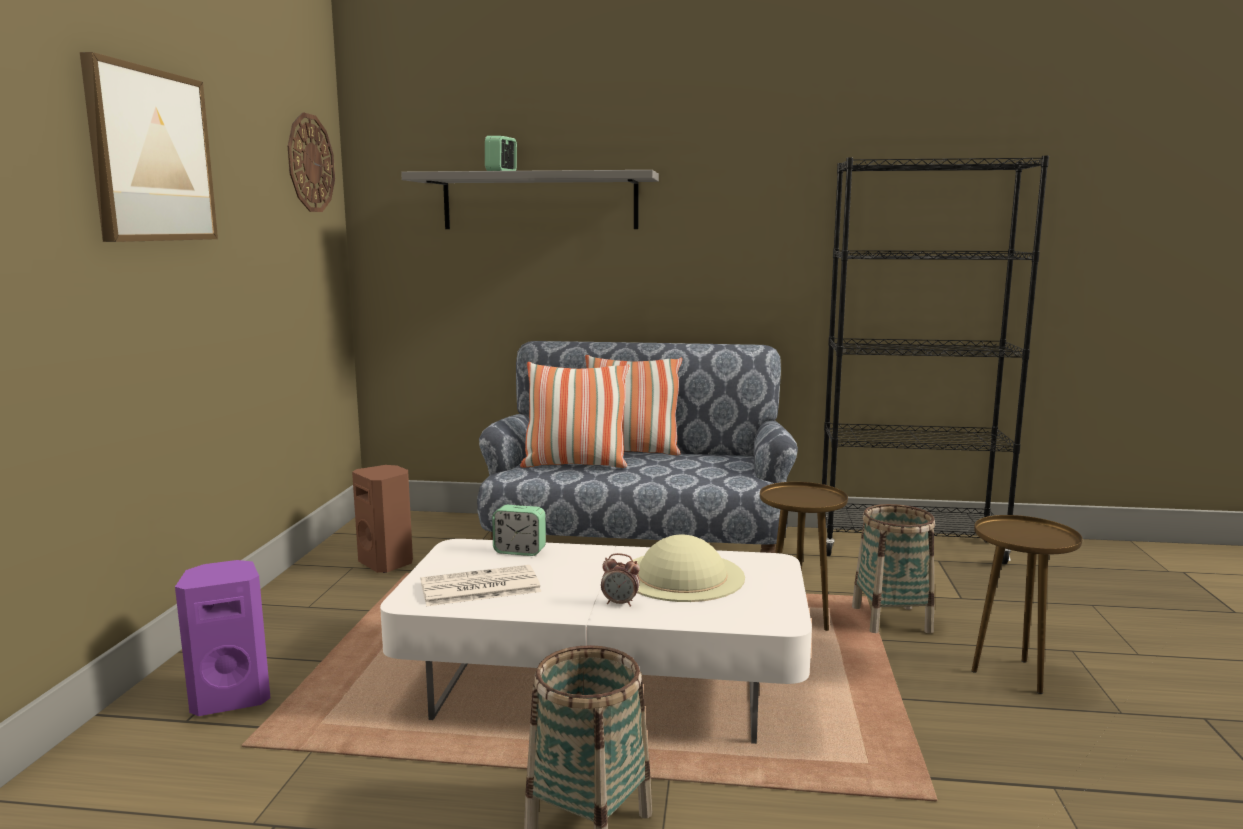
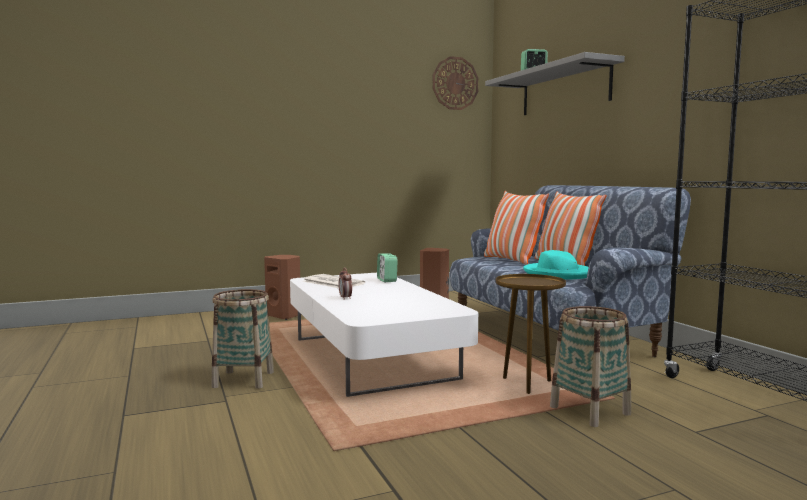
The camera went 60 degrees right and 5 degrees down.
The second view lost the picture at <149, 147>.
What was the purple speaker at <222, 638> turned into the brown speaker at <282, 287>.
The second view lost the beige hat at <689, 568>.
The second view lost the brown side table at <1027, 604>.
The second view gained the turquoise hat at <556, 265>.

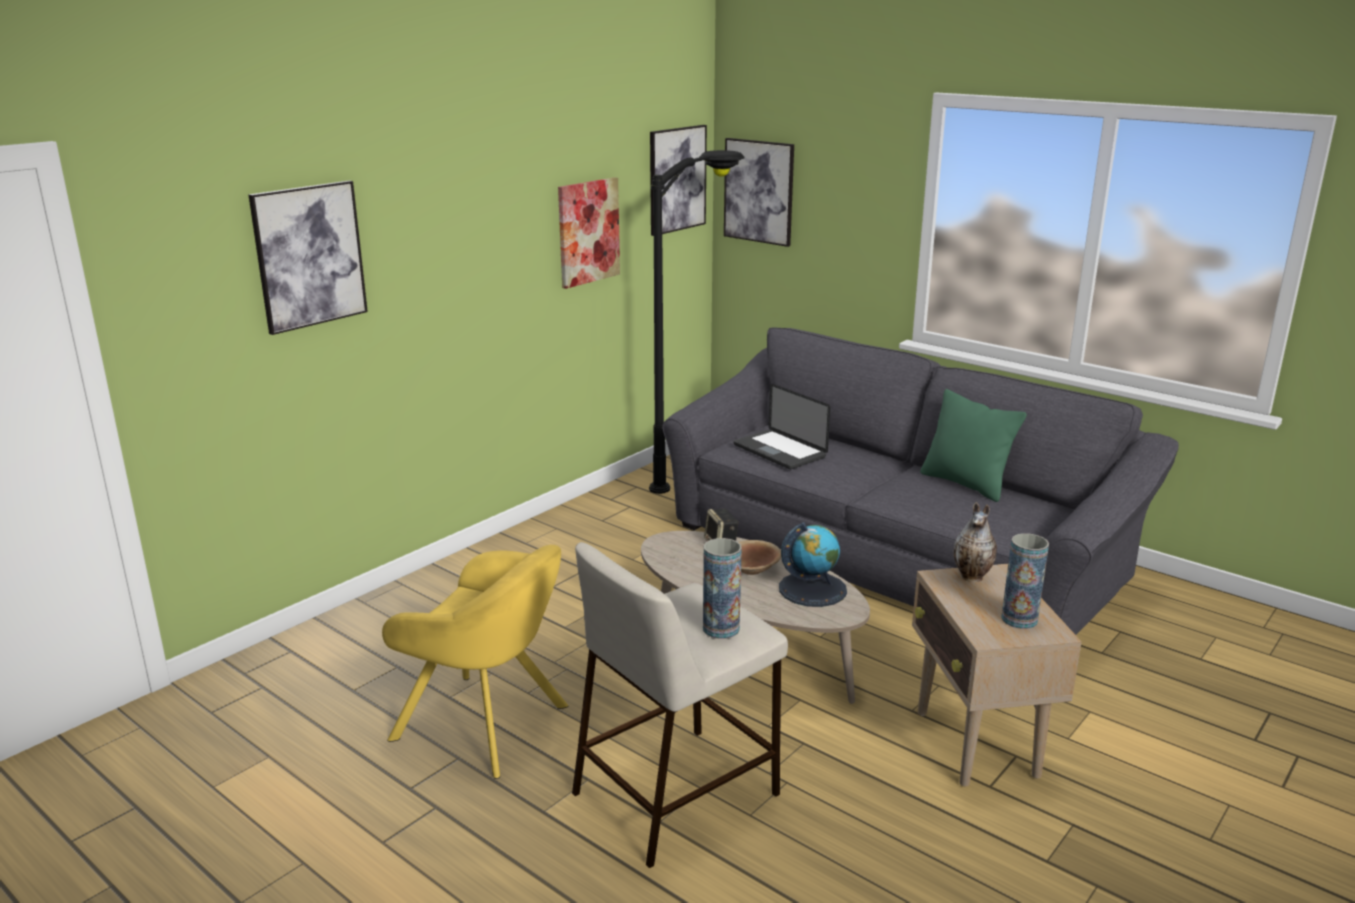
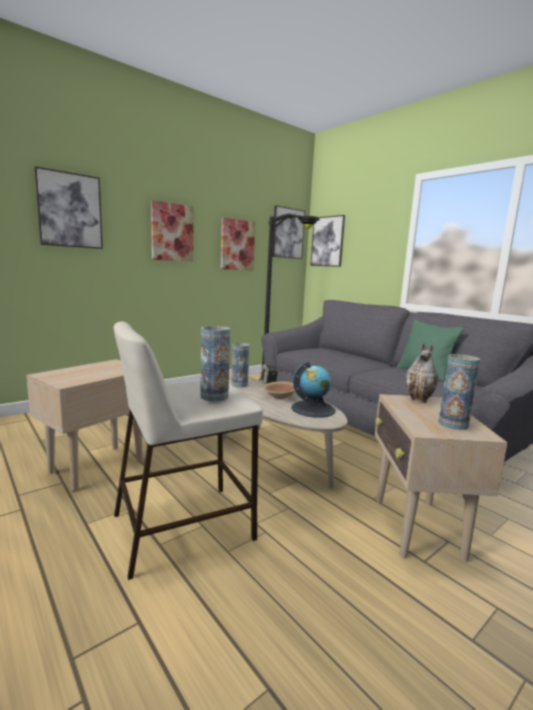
The camera went 10 degrees right and 10 degrees down.
Where the yellow armchair stood at <475, 662>, the beige side table came to stand at <84, 425>.
The second view lost the laptop at <782, 426>.
The second view gained the picture at <172, 231>.
The second view gained the vase at <240, 365>.

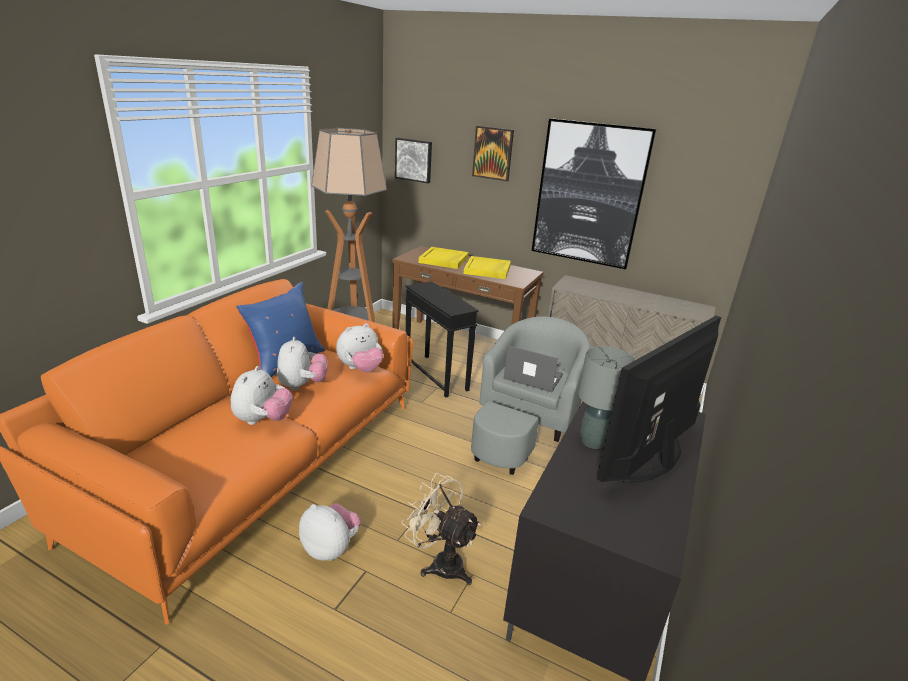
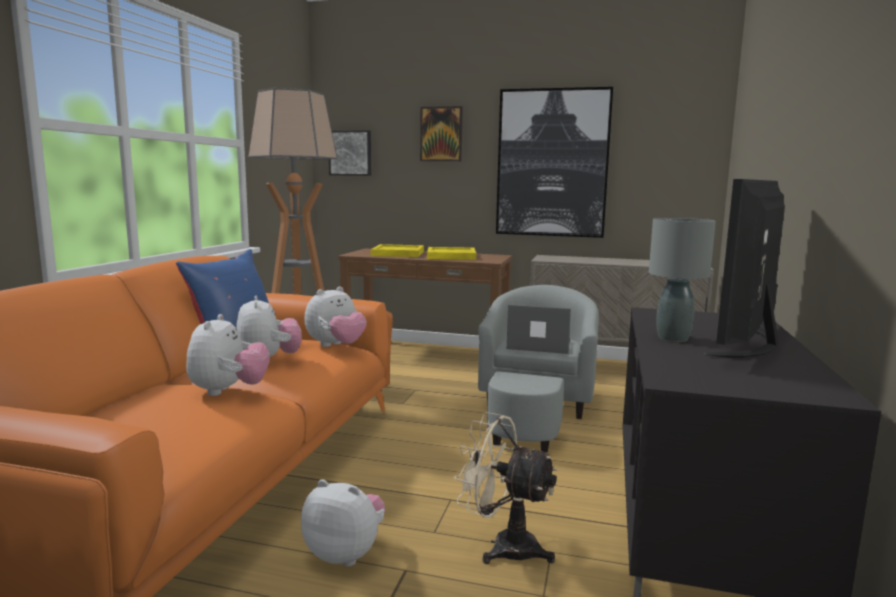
The camera went 10 degrees left and 15 degrees down.
The second view lost the black side table at <442, 339>.

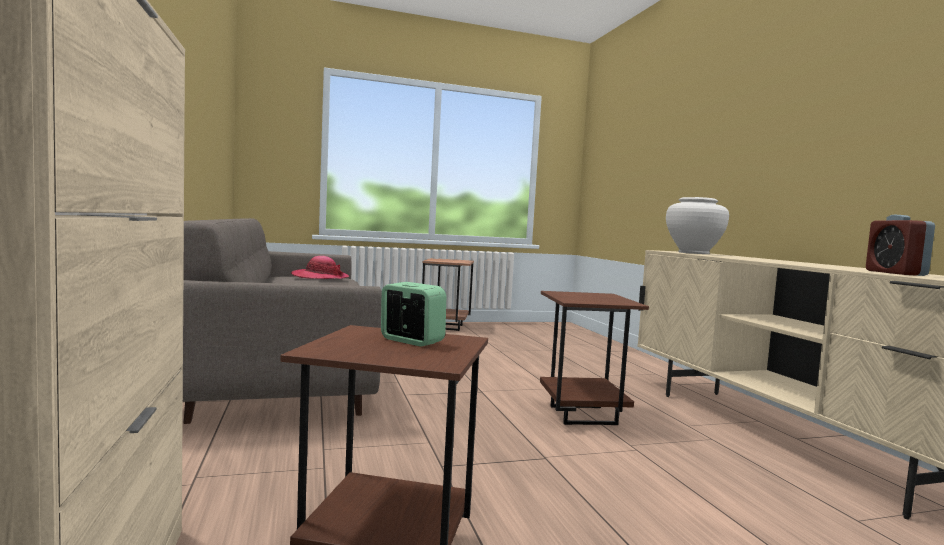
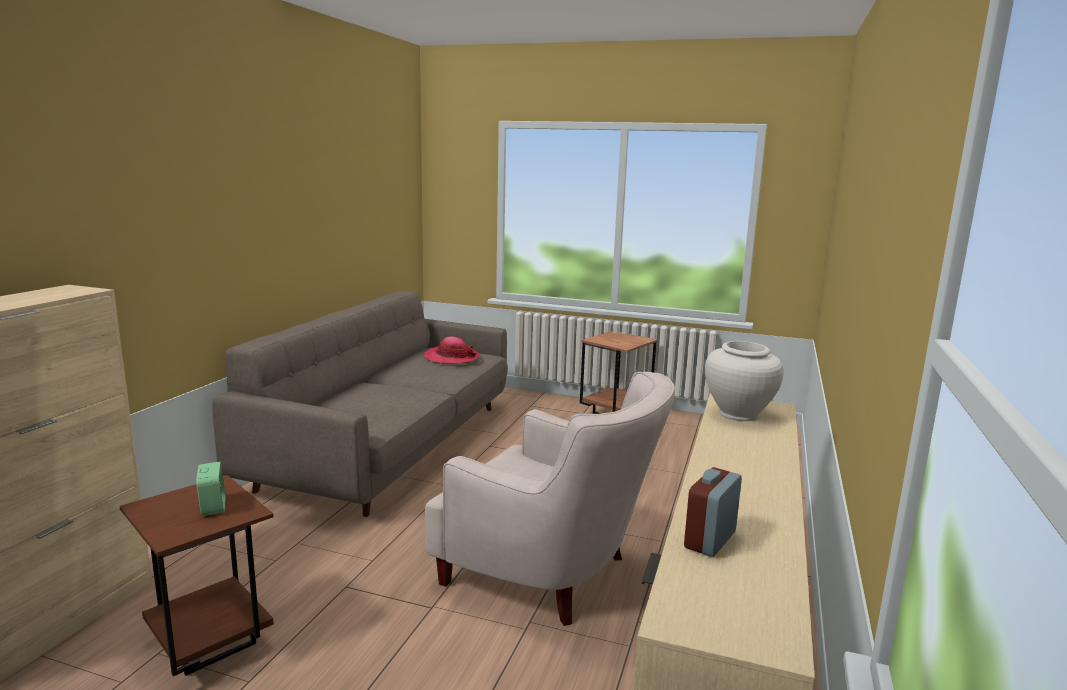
The camera went 35 degrees right and 10 degrees up.
Where the brown side table stood at <594, 358>, the white armchair came to stand at <550, 499>.

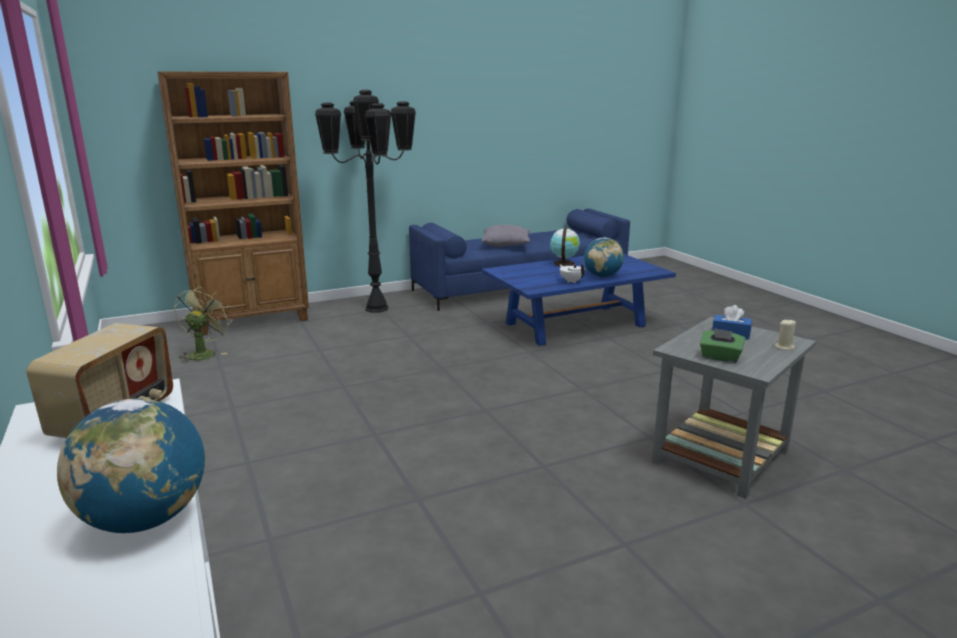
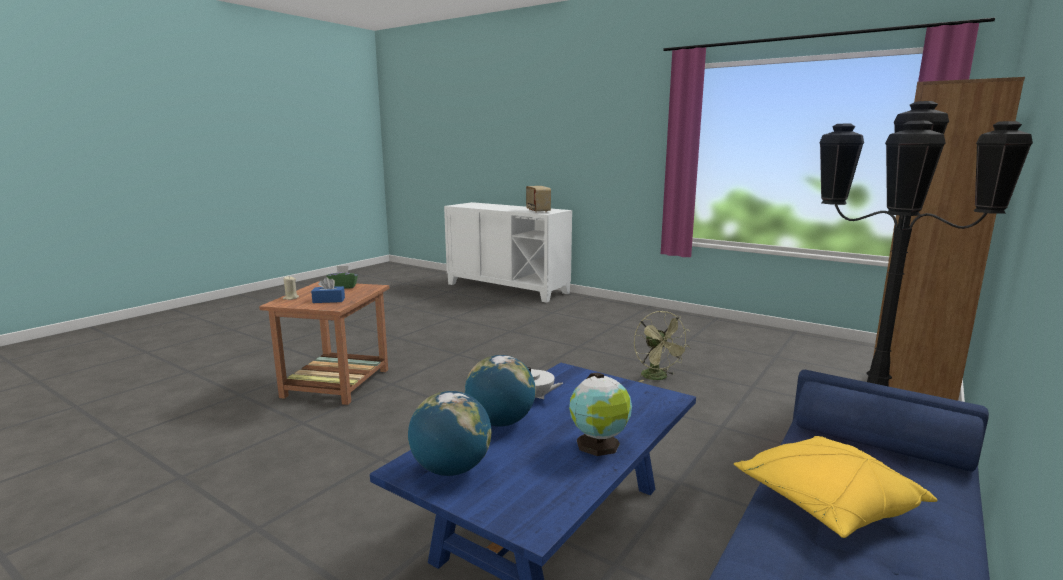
The camera went 150 degrees right and 5 degrees down.
The globe ended up elsewhere, having gone from <131, 465> to <449, 433>.
The green fan ended up elsewhere, having gone from <203, 324> to <662, 346>.
What was the grey pillow at <506, 236> turned into the yellow pillow at <836, 487>.
What was the grey side table at <734, 408> turned into the brown side table at <324, 343>.

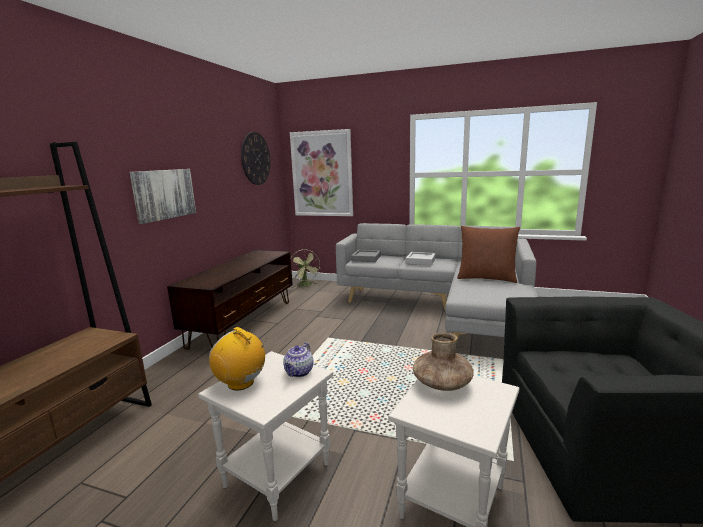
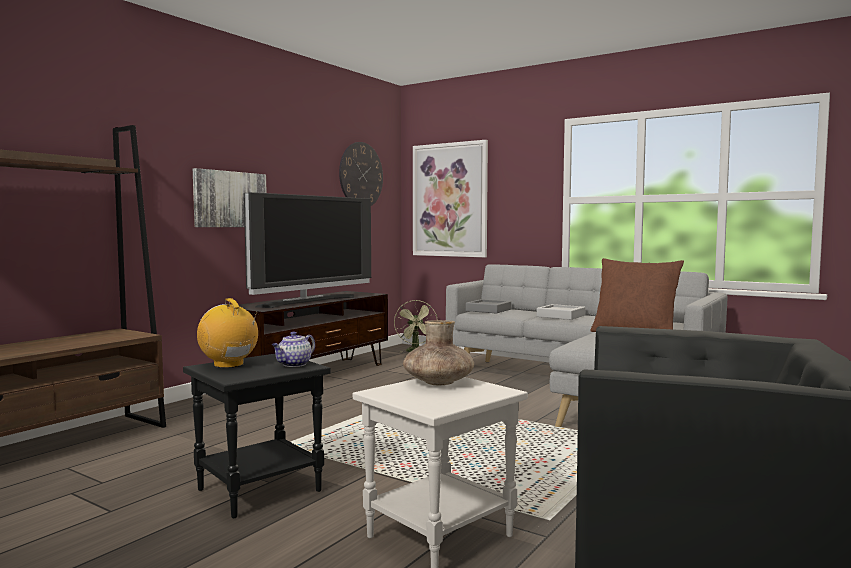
The camera went 15 degrees right and 10 degrees down.
What was the white side table at <265, 436> turned into the black side table at <257, 436>.
The second view gained the television at <307, 250>.

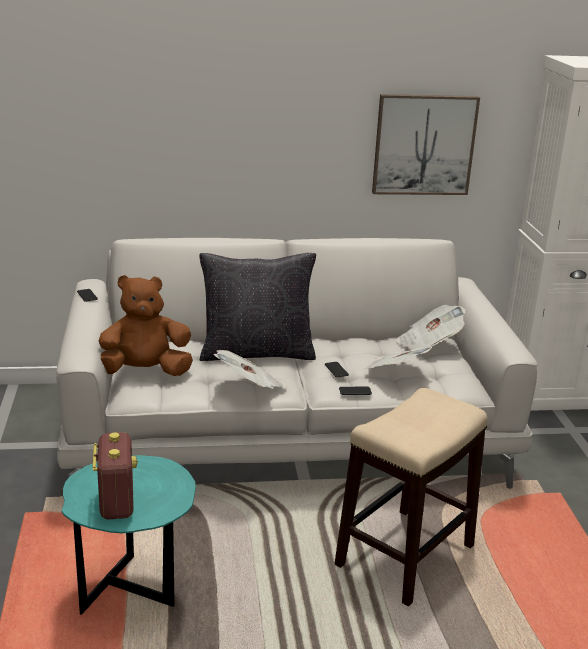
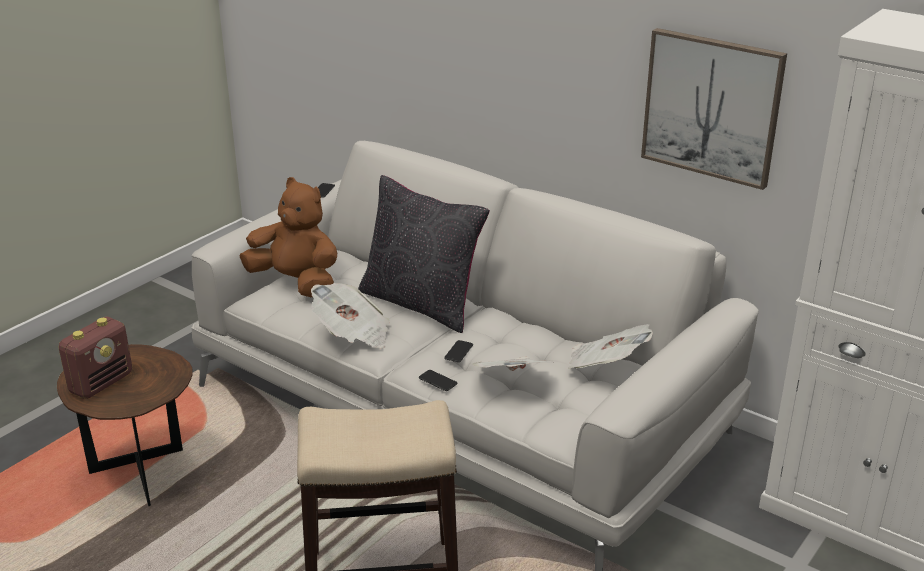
The camera went 45 degrees right and 5 degrees up.
What was the turquoise side table at <129, 535> turned into the brown side table at <125, 425>.

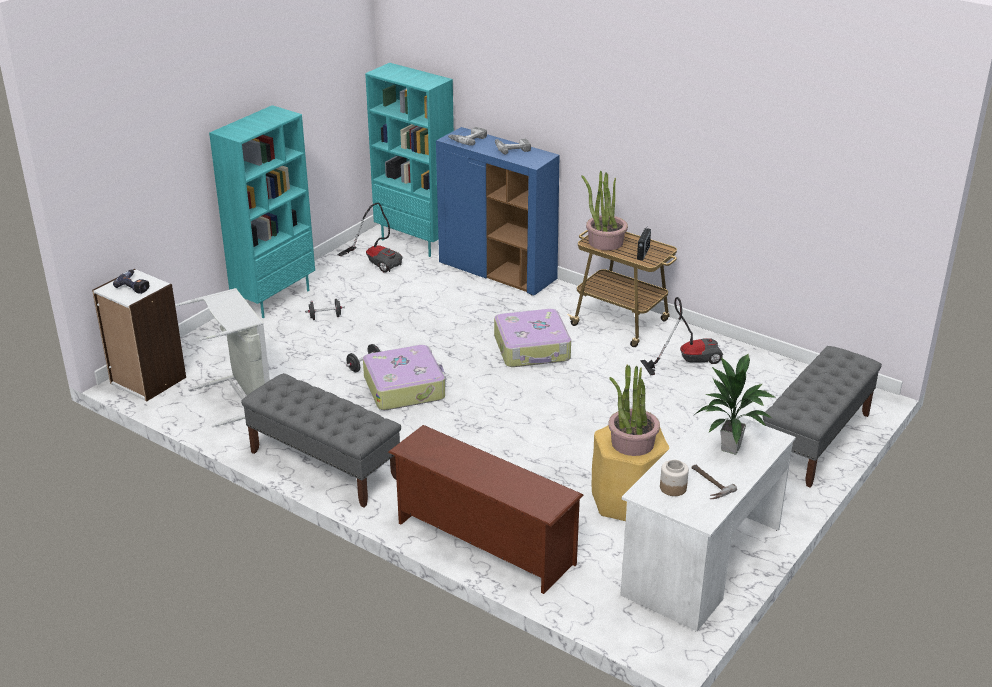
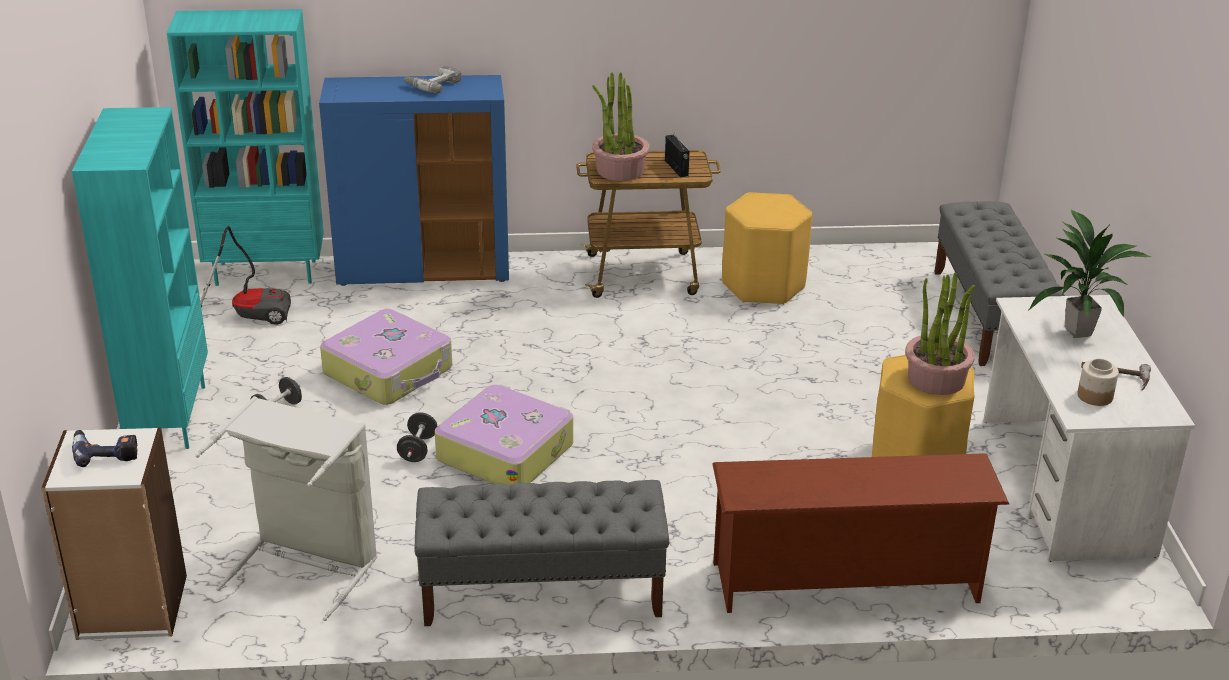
The camera went 40 degrees left and 0 degrees up.
The second view lost the power drill at <467, 136>.
The suitcase ended up elsewhere, having gone from <532, 338> to <386, 357>.
Where the vacuum cleaner stood at <682, 336>, the yellow stool came to stand at <767, 248>.

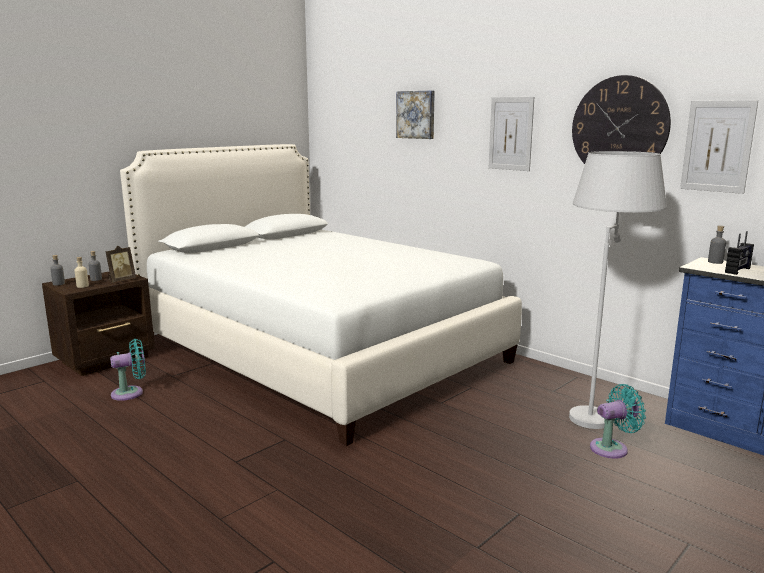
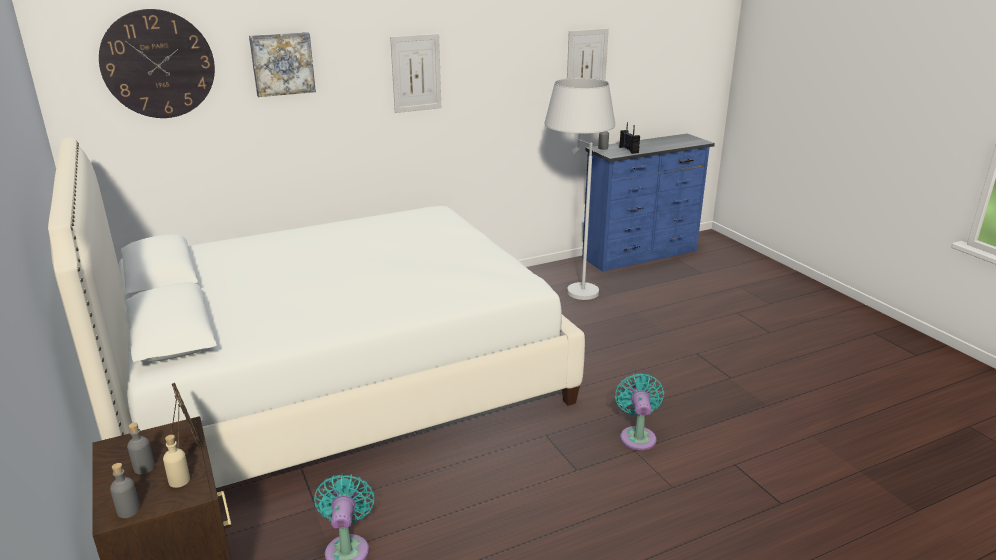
The camera went 70 degrees left and 10 degrees up.
The wall clock ended up elsewhere, having gone from <621, 119> to <157, 63>.
The turquoise fan ended up elsewhere, having gone from <618, 421> to <639, 411>.

